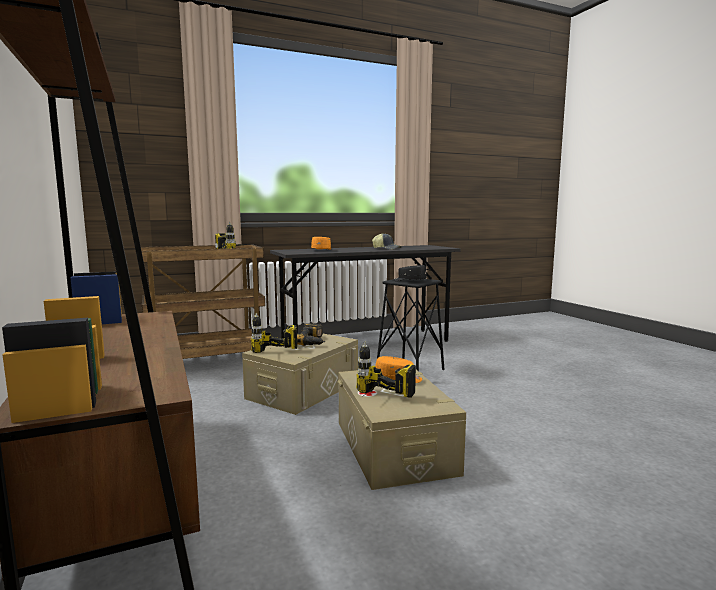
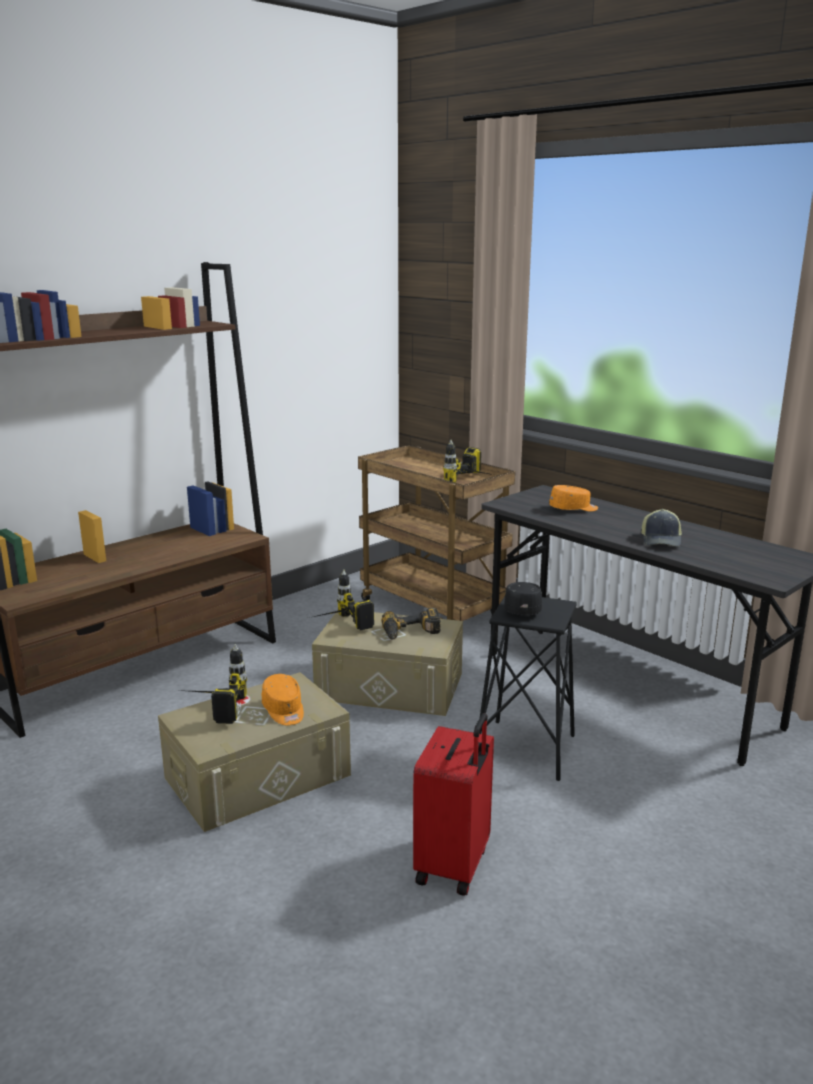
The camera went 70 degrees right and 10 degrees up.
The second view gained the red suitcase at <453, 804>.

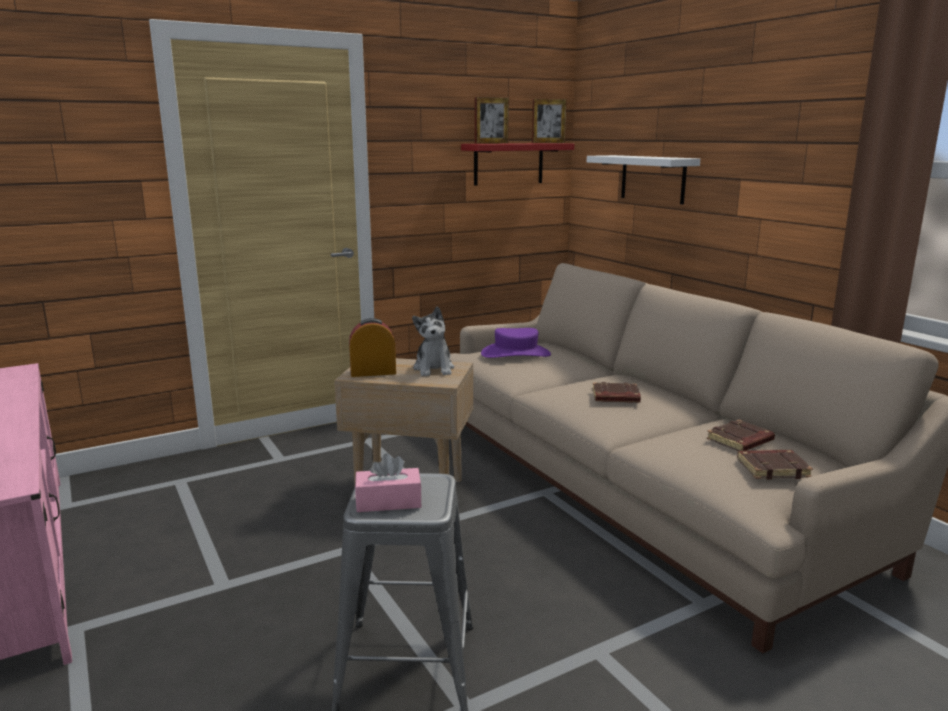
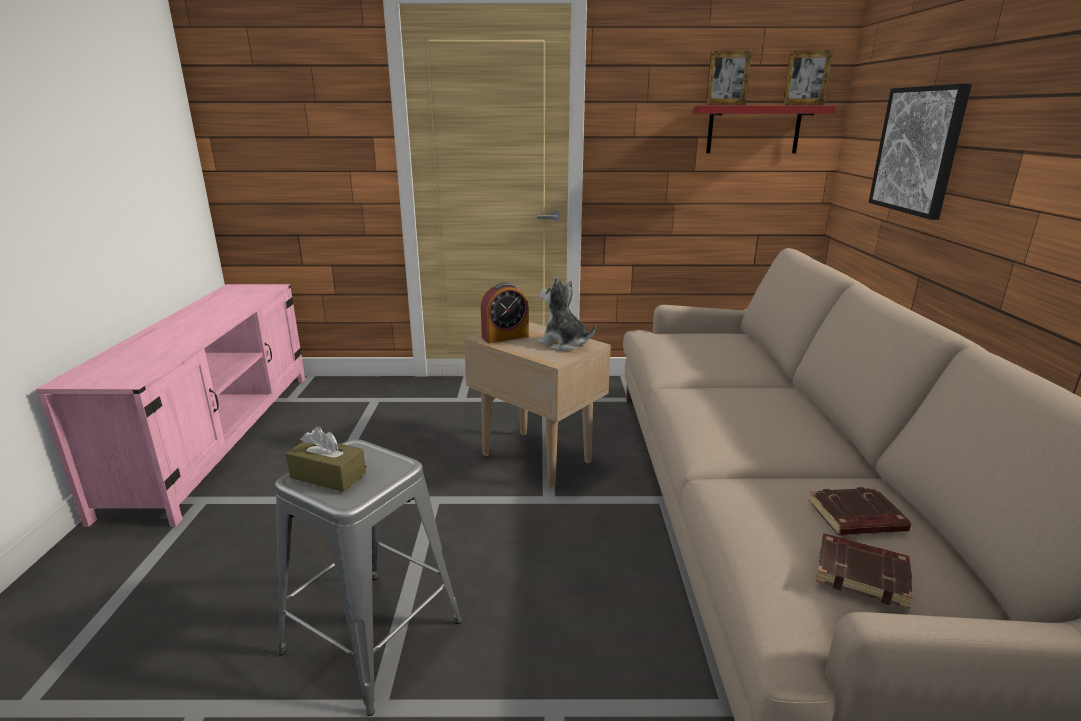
The camera went 30 degrees right and 5 degrees up.
The alarm clock at <372, 347> ended up facing another way, 135 degrees clockwise from before.
What was the pink tissue box at <388, 482> turned into the brown tissue box at <326, 459>.
The plush toy at <433, 341> ended up facing another way, 105 degrees clockwise from before.
The second view lost the purple hat at <516, 343>.
Where the white shelf hung at <643, 179>, the picture came to hang at <920, 152>.
The second view lost the brown book at <617, 392>.

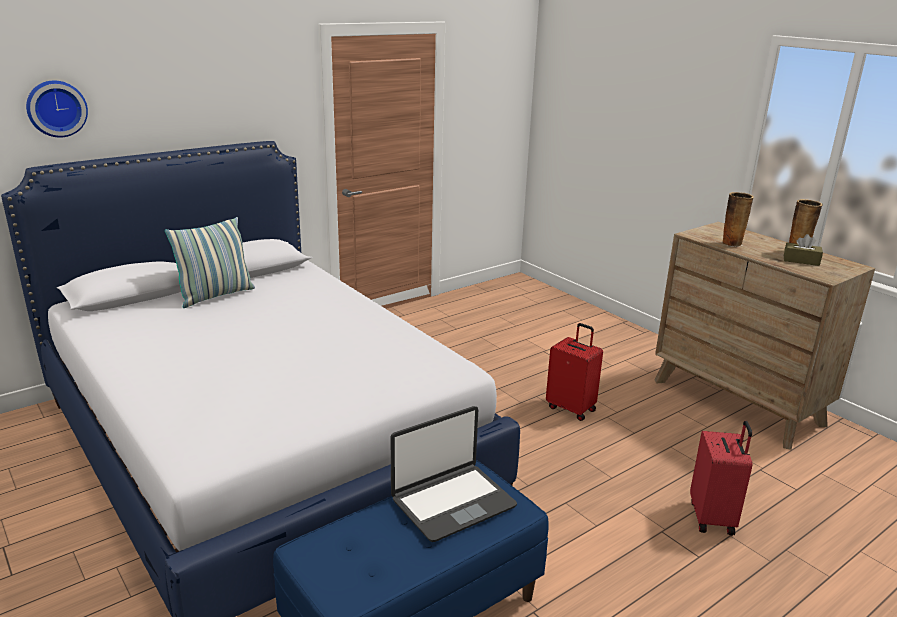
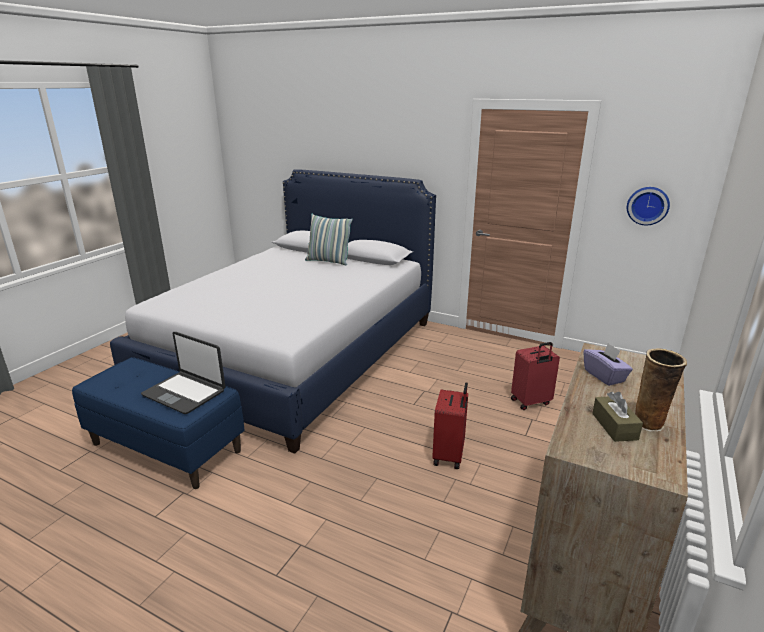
The camera went 65 degrees right and 0 degrees up.
The wall clock ended up elsewhere, having gone from <57, 109> to <648, 206>.
The red suitcase ended up elsewhere, having gone from <721, 478> to <535, 376>.
Where the vase stood at <738, 219>, the purple tissue box came to stand at <608, 364>.

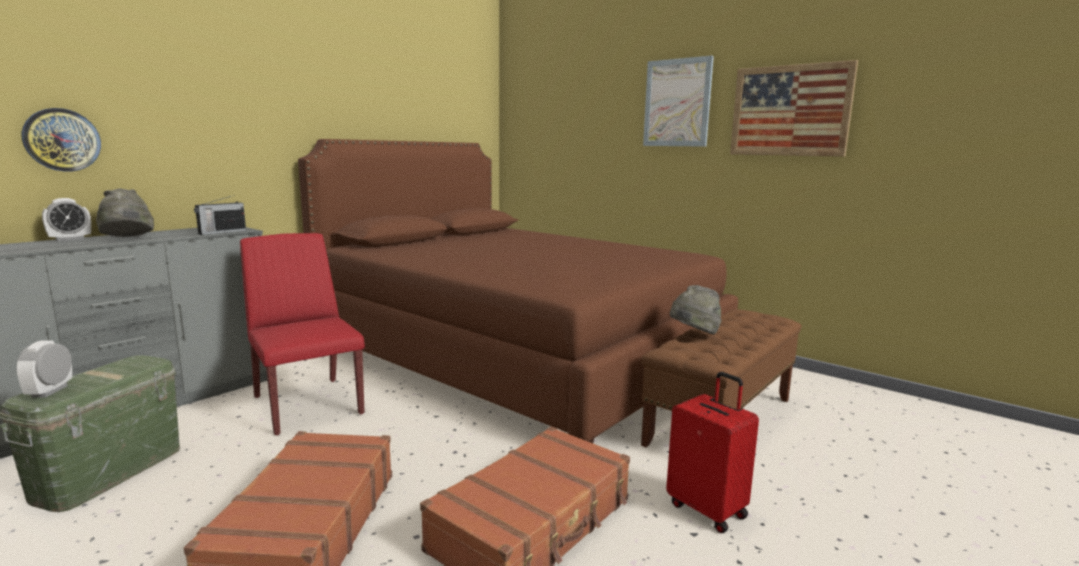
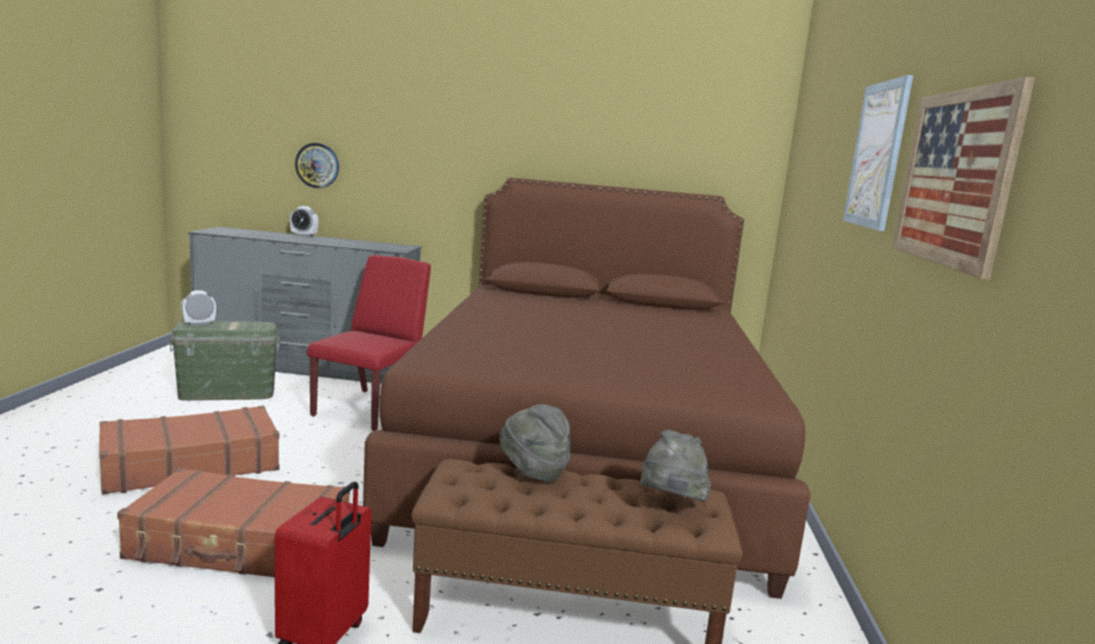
The camera went 55 degrees right and 0 degrees up.
The grey hat ended up elsewhere, having gone from <125, 212> to <675, 466>.
The second view lost the radio at <220, 215>.

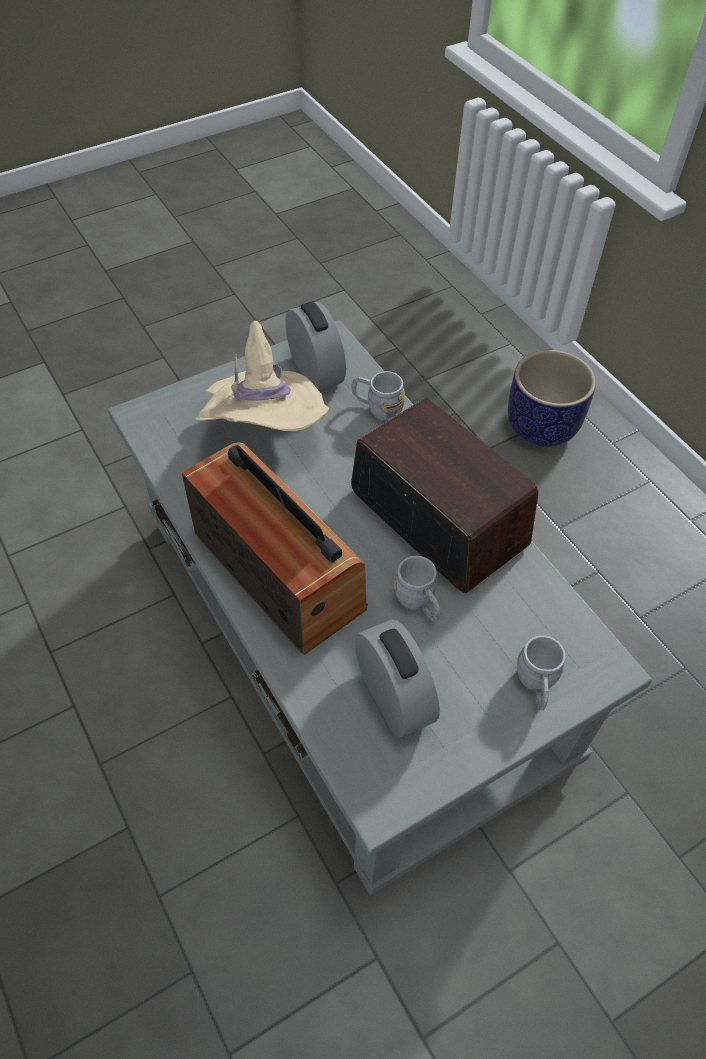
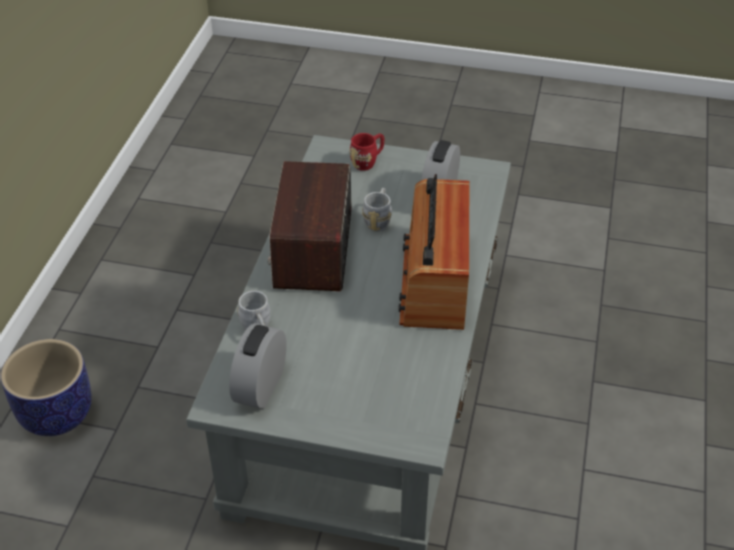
The camera went 135 degrees left and 10 degrees down.
The second view lost the beige hat at <262, 376>.
What was the grey mug at <541, 672> turned into the red mug at <366, 152>.

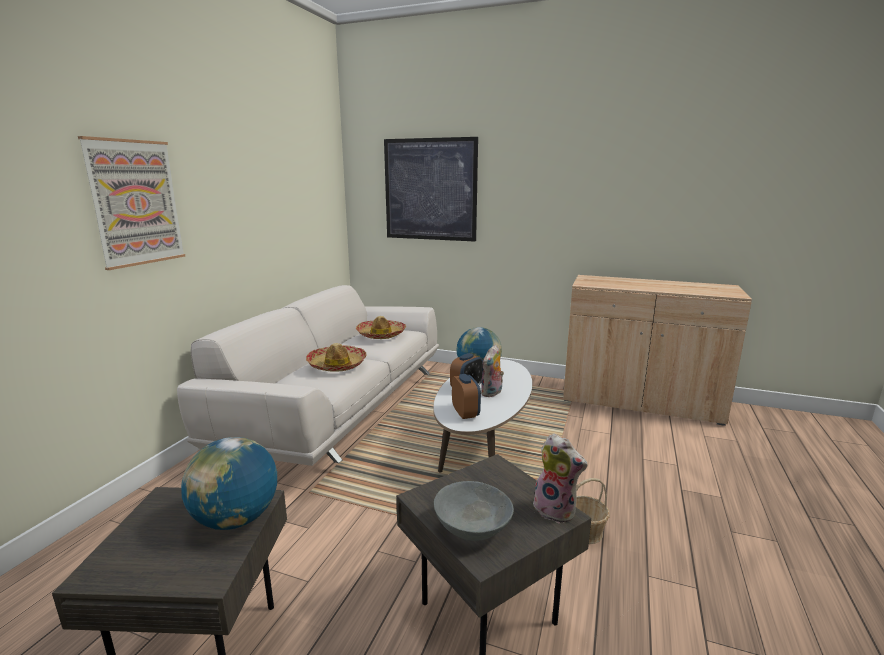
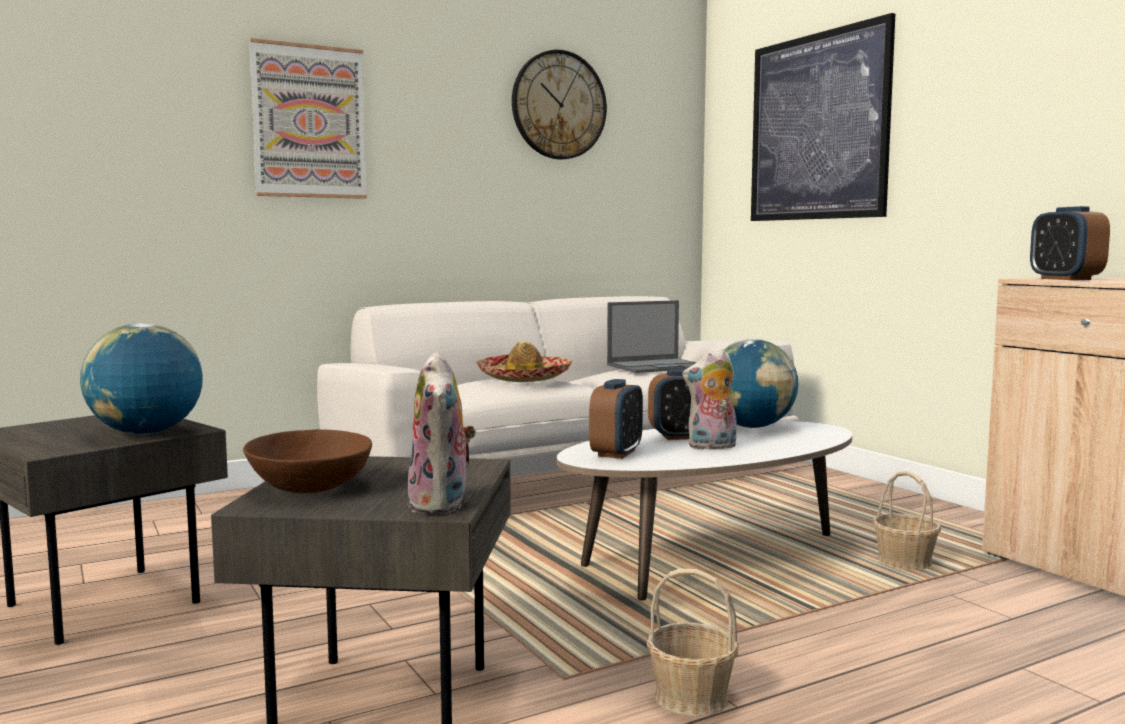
The camera went 40 degrees right and 10 degrees down.
Where the hat stood at <381, 327>, the laptop came to stand at <651, 336>.
What was the grey bowl at <474, 511> turned into the brown bowl at <307, 461>.
The second view gained the wall clock at <559, 104>.
The second view gained the basket at <907, 520>.
The second view gained the alarm clock at <1070, 243>.

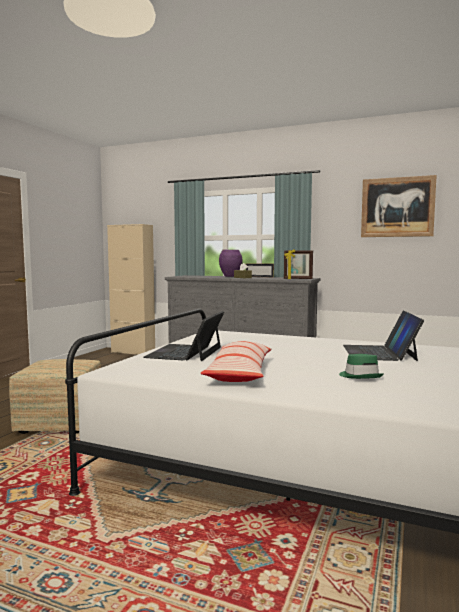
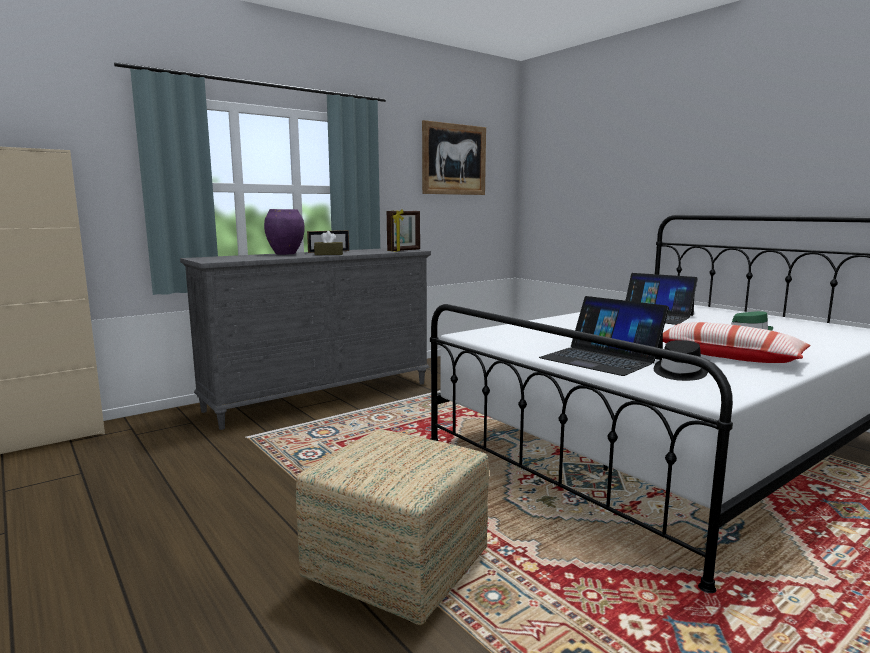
The camera went 60 degrees left and 5 degrees up.
The second view gained the black hat at <681, 360>.

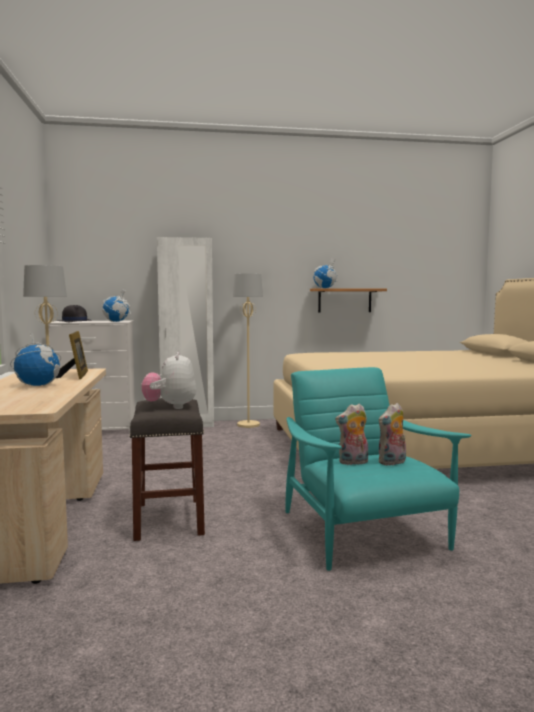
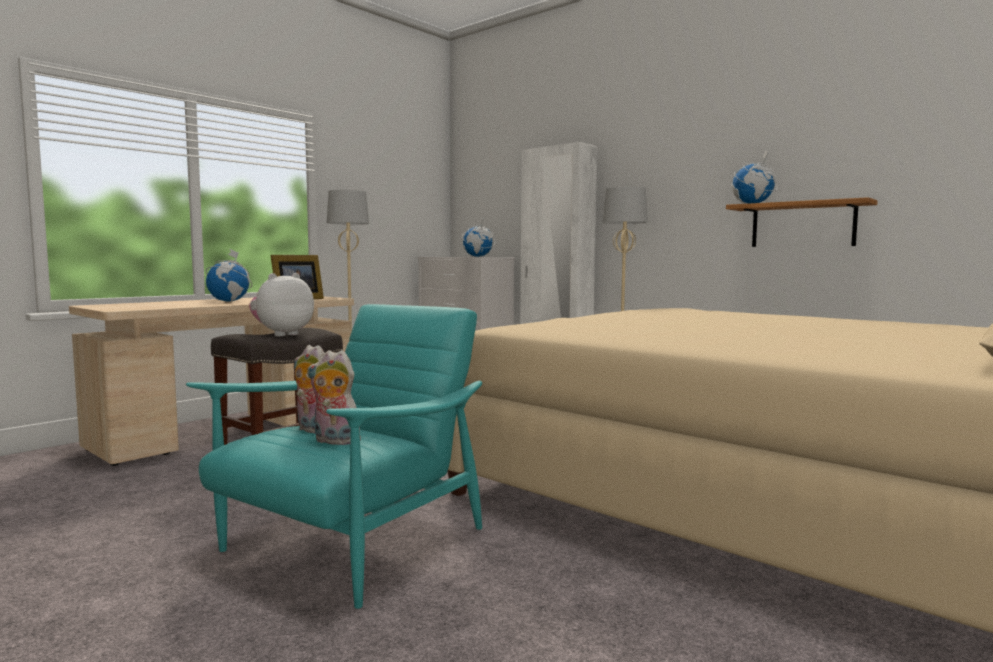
The camera went 50 degrees right and 0 degrees up.
The second view lost the black hat at <74, 313>.

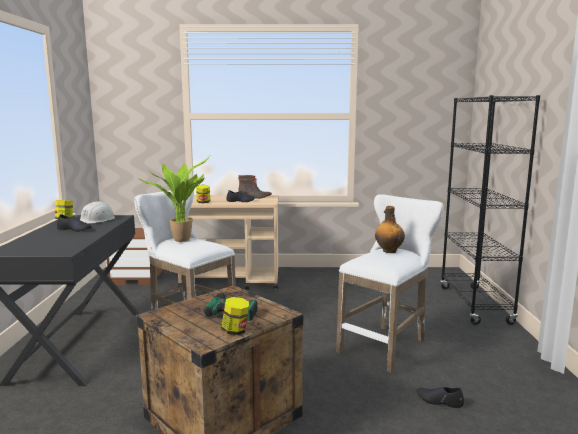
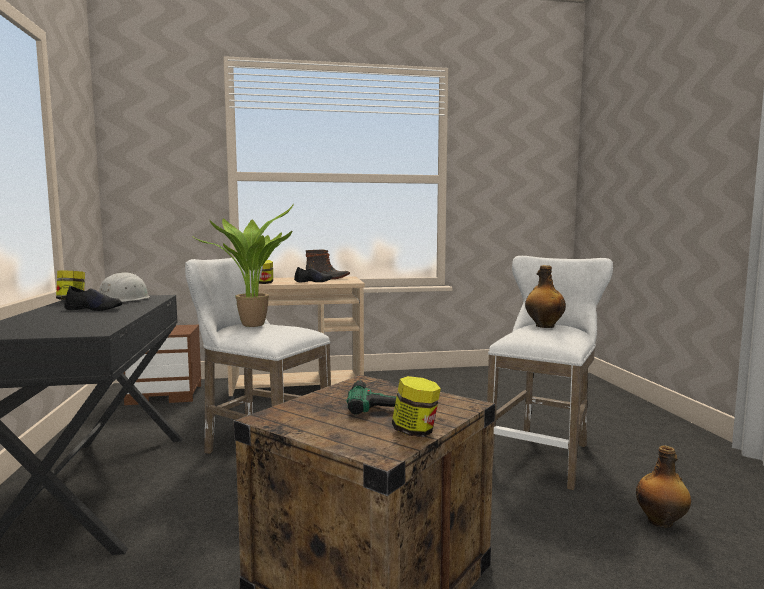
The camera went 10 degrees left and 5 degrees down.
Where the black shoe stood at <440, 397>, the bottle came to stand at <663, 486>.
The second view lost the black bookcase at <490, 210>.

